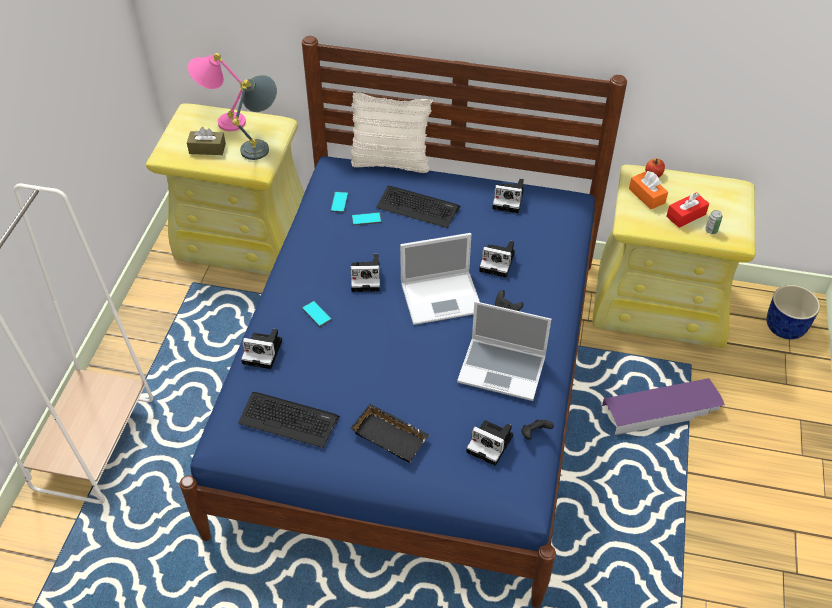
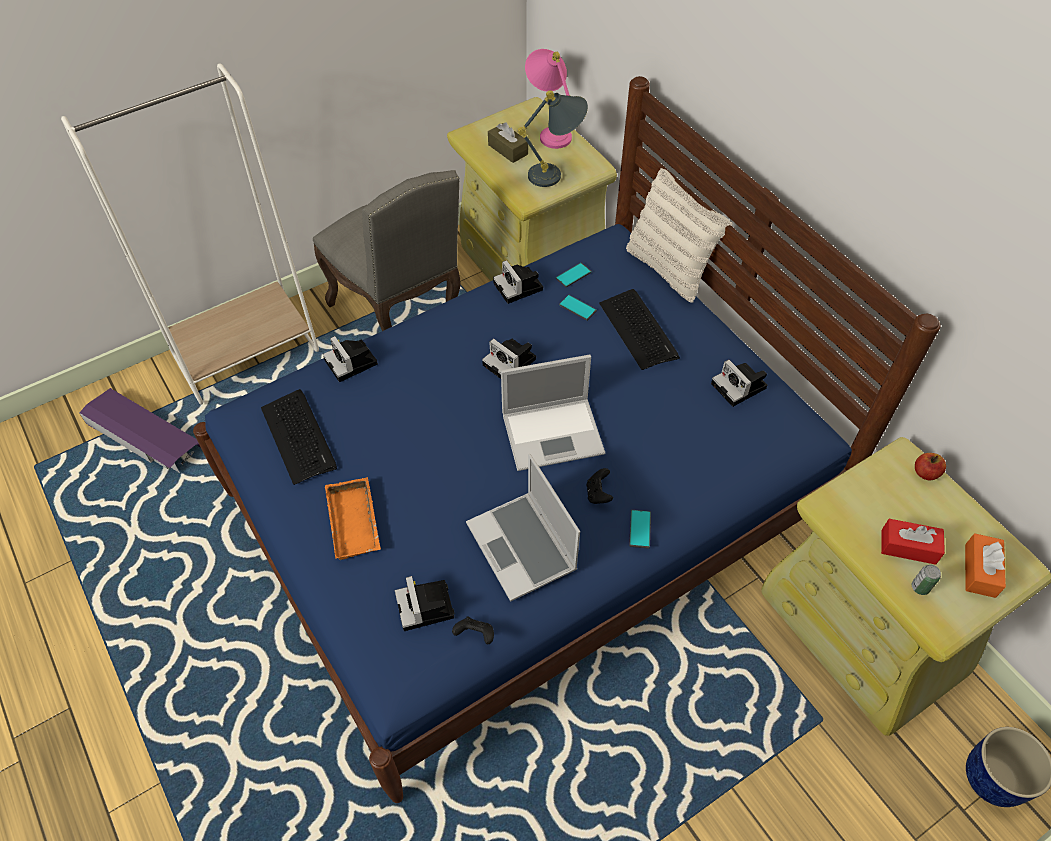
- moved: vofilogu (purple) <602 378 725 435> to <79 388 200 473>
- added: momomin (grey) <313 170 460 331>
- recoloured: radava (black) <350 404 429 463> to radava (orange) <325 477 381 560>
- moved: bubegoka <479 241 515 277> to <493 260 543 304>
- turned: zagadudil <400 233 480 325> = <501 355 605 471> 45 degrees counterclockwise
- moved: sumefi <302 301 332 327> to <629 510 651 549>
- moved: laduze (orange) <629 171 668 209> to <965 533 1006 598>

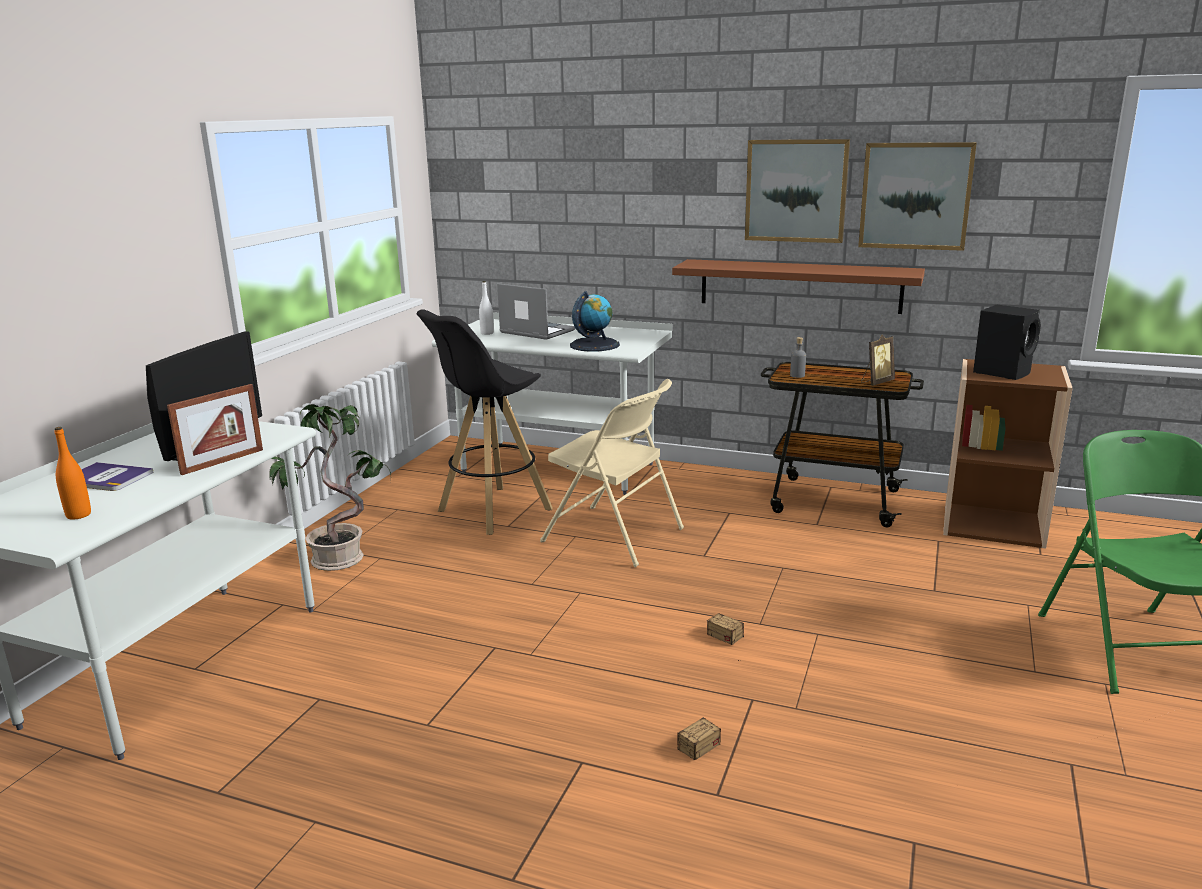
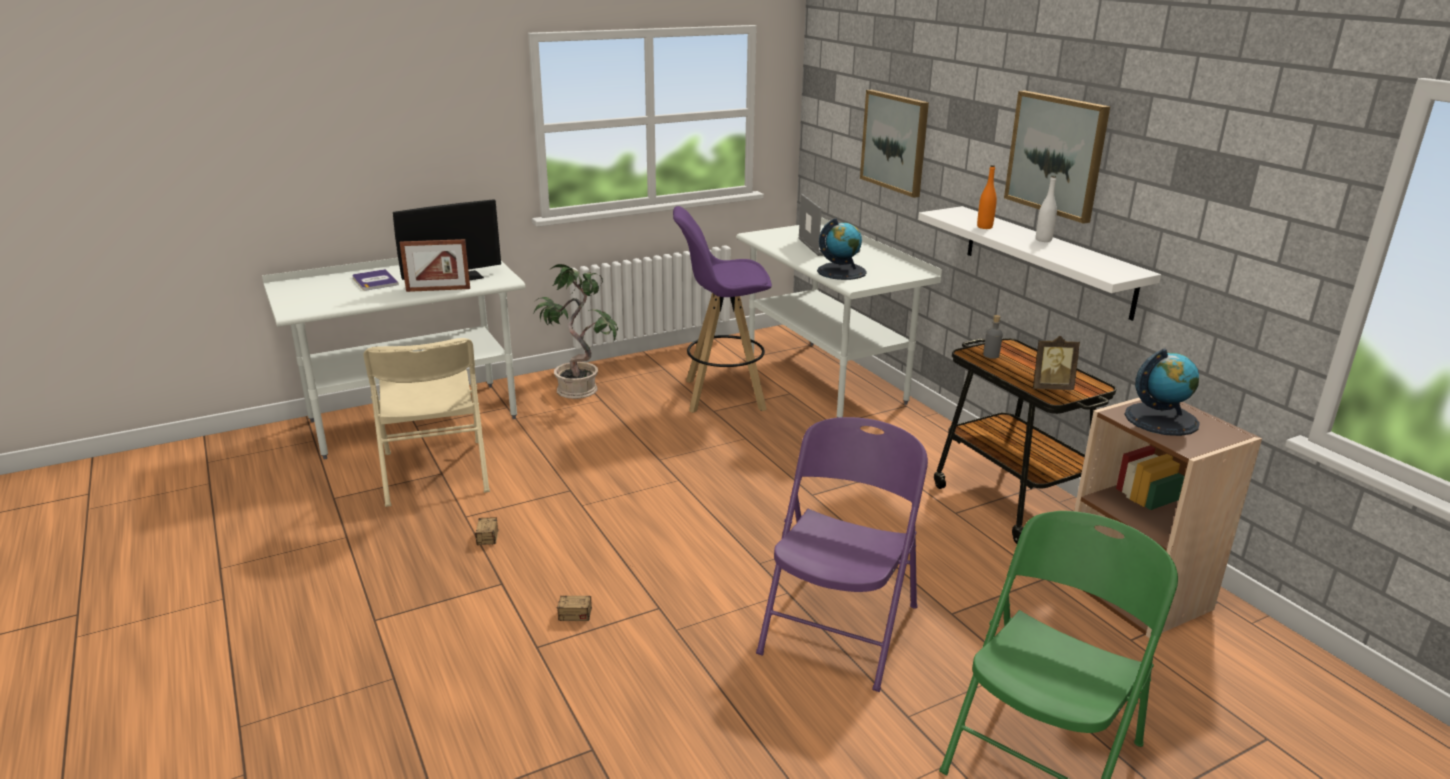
- moved: momomin (beige) <540 379 684 568> to <363 338 490 507>
- moved: vofilogu <707 602 781 645> to <475 517 499 545>
- recoloured: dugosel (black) <416 309 553 535> to dugosel (purple) <673 206 772 413>
- added: momomin (purple) <756 417 928 692>
- moved: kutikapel <858 142 977 251> to <860 90 929 198>
- recoloured: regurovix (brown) <672 259 925 314> to regurovix (white) <918 206 1161 321>
- moved: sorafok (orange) <54 427 91 520> to <977 165 997 229>
- moved: sorafok (white) <479 281 494 335> to <1036 176 1057 242>
- replaced: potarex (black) <973 305 1041 380> to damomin <1124 348 1200 436>

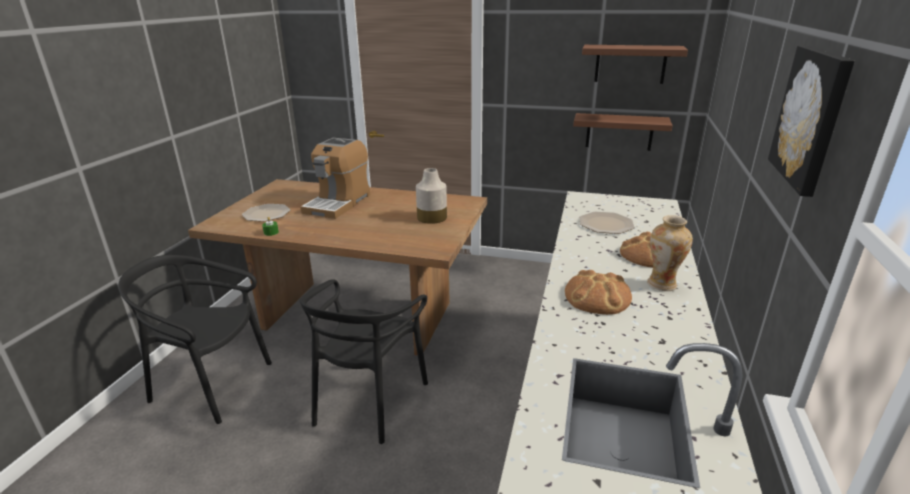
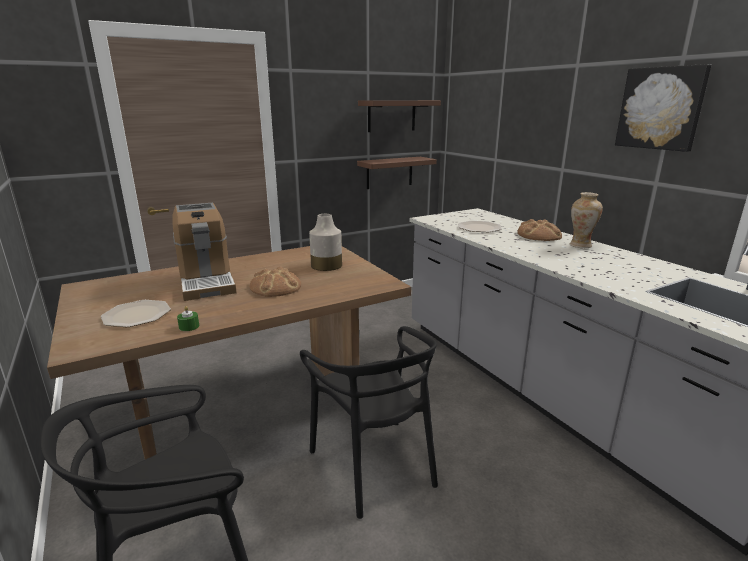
- moved: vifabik <565 270 632 315> to <250 267 301 297>

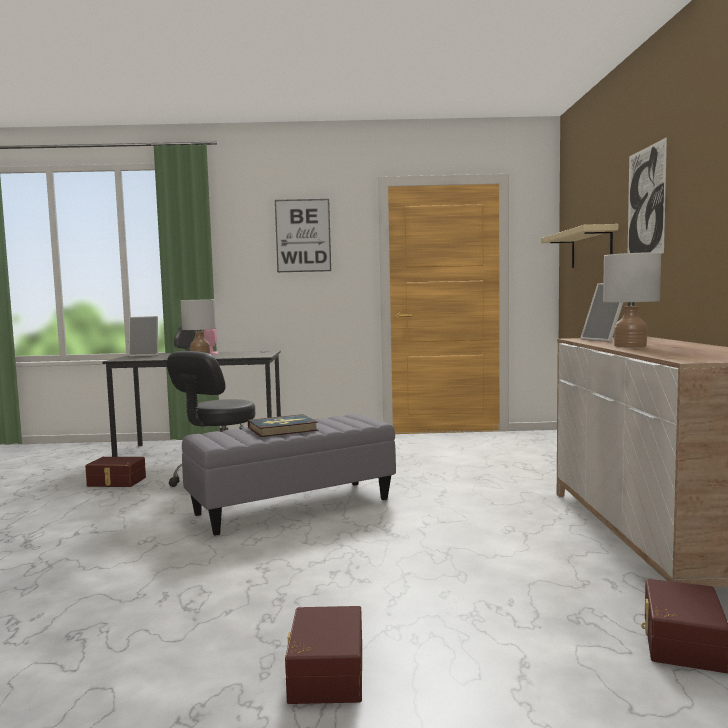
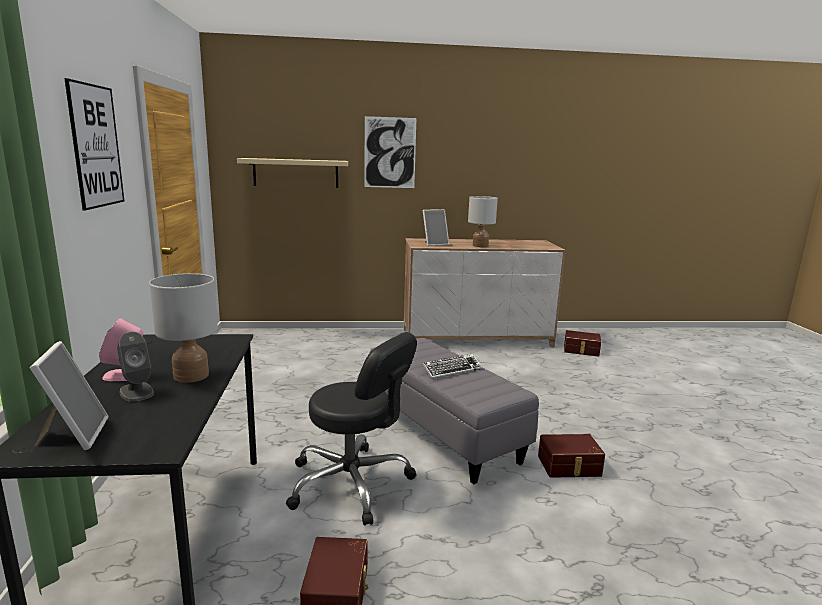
- replaced: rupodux <248 414 319 437> to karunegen <422 354 483 379>
- moved: vofilogu (brown) <285 606 362 704> to <538 434 605 478>

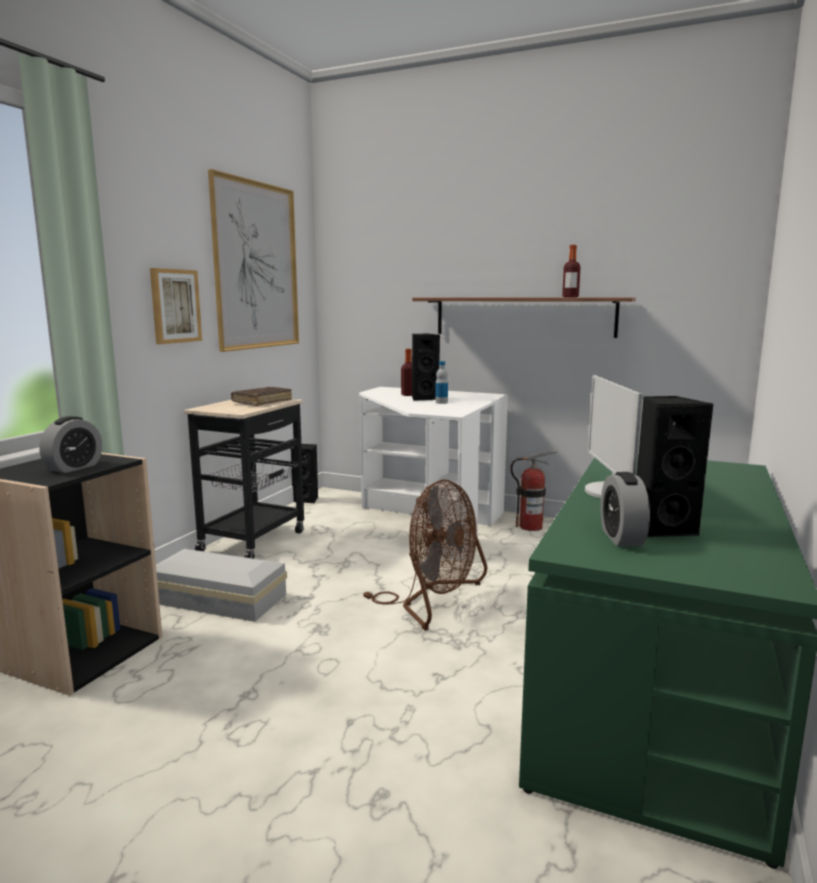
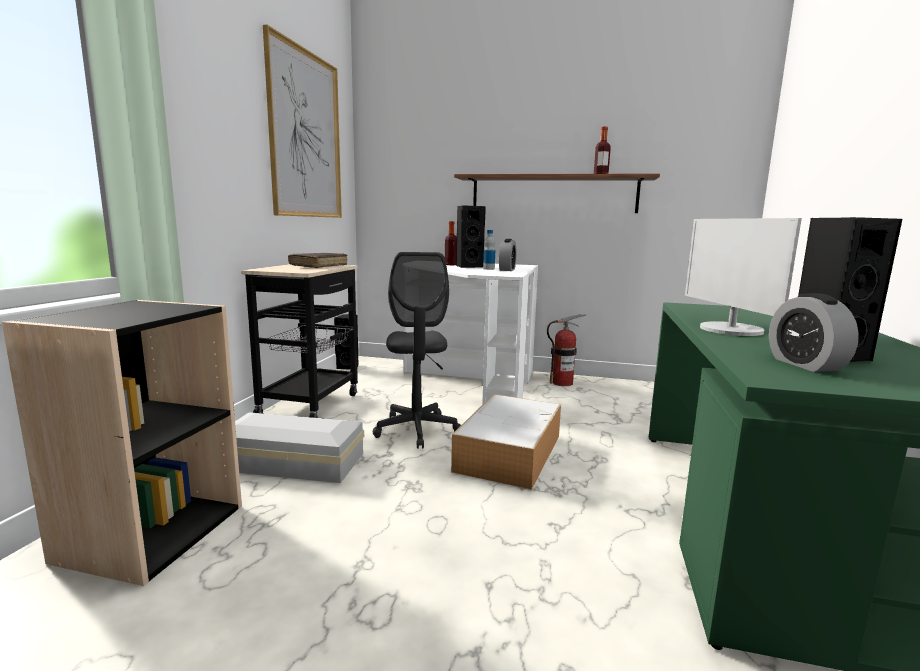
- added: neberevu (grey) <373 252 461 449>
- replaced: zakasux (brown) <363 480 487 631> to vofilogu <451 394 561 490>
- moved: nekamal <39 416 102 473> to <499 239 516 271>
- removed: kutikapel <150 268 202 344>

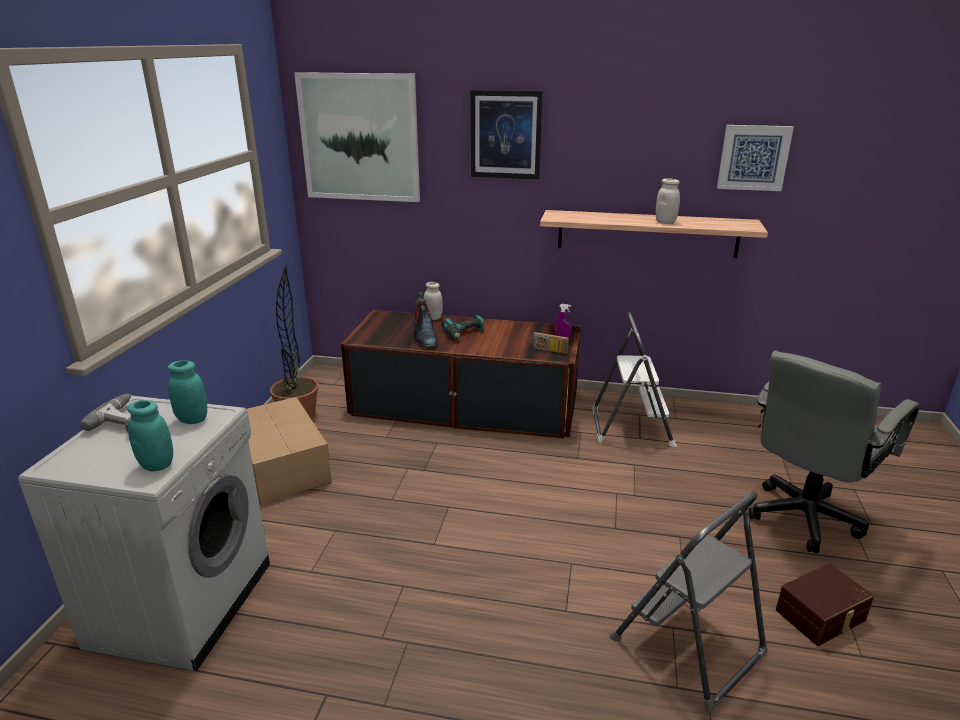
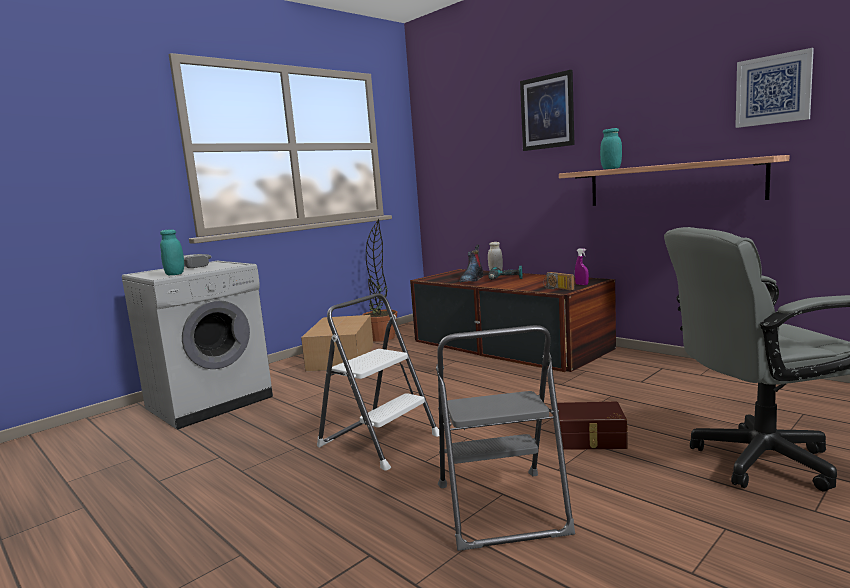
- moved: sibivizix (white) <592 312 677 447> to <317 293 439 471>
- moved: vofilogu (brown) <776 564 874 646> to <557 402 628 450>
- moved: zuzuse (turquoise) <168 360 207 424> to <600 128 622 169>
- removed: kutikapel <294 72 420 202>
- removed: zuzuse (white) <656 178 680 224>

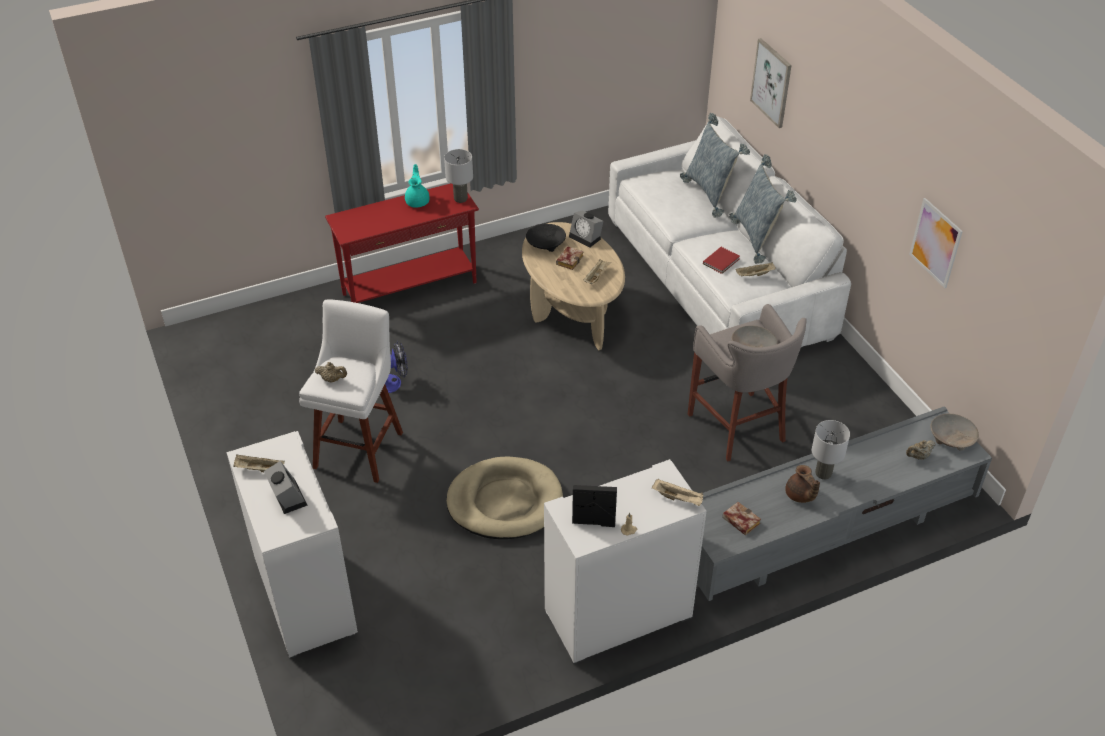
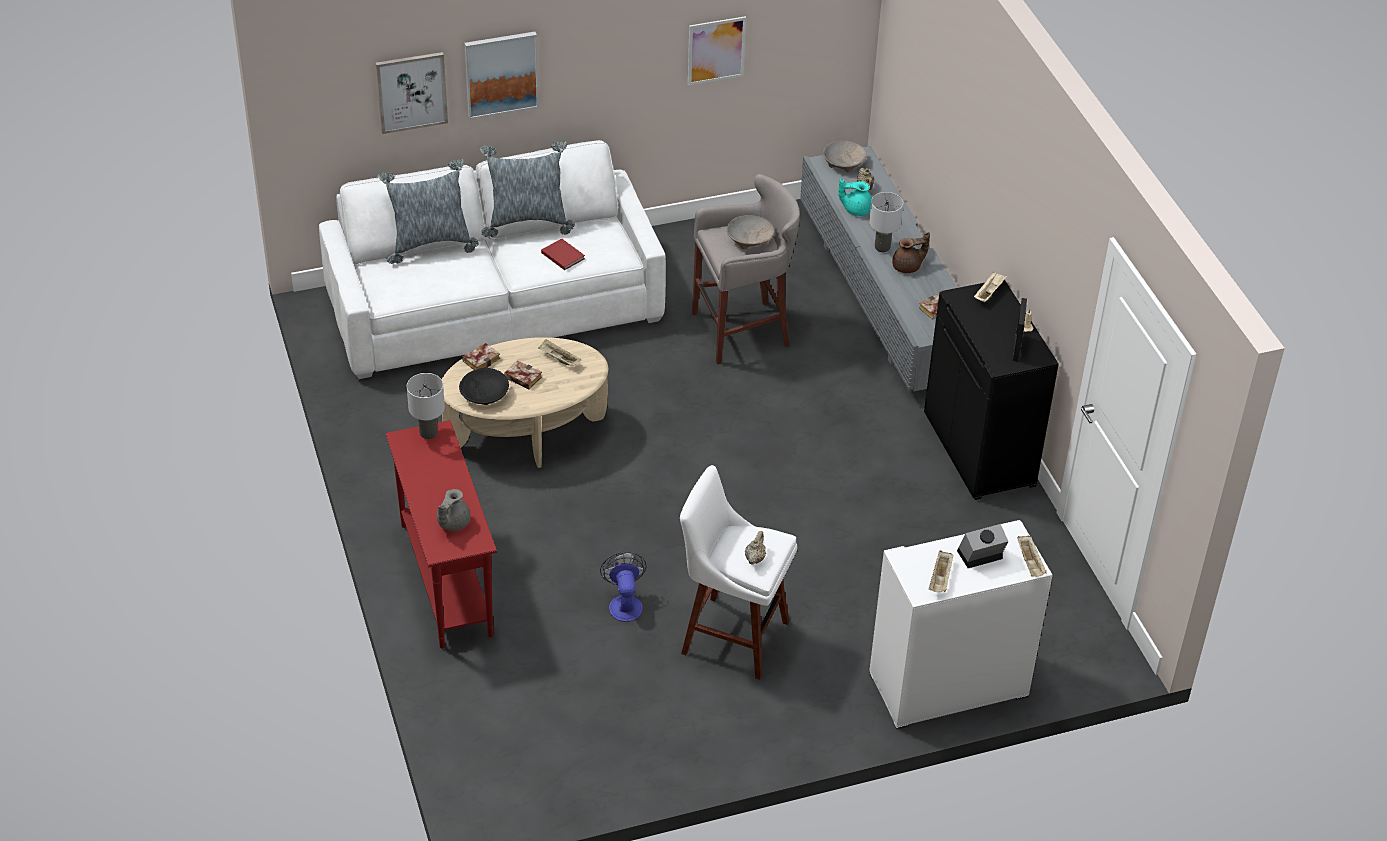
- added: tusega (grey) <437 489 470 531>
- replaced: nekamal <569 210 603 248> to rupodux <462 343 500 370>
- added: kutikapel <464 32 539 119>
- moved: tusega (turquoise) <405 164 430 208> to <838 178 872 216>
- recoloured: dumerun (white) <544 459 706 665> to dumerun (black) <924 279 1059 500>
- moved: radava (beige) <736 262 776 277> to <1017 535 1047 577>
- removed: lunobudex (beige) <446 456 563 539>

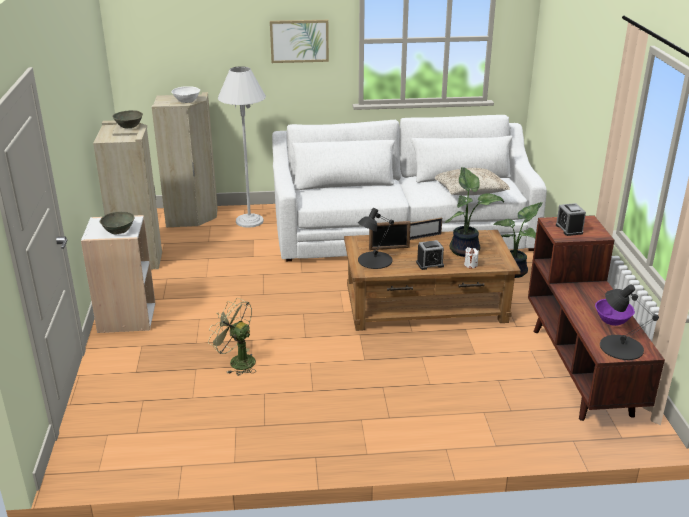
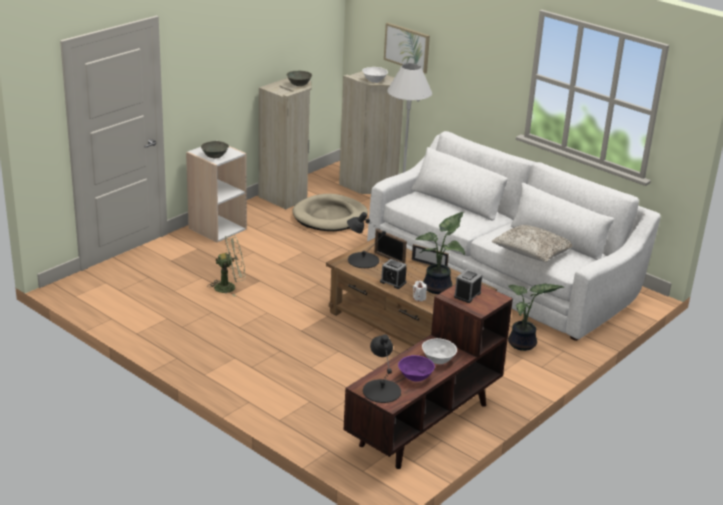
- turned: zakasux (green) <208 298 256 376> = <207 235 245 297> 90 degrees clockwise
- added: lunobudex (beige) <292 194 368 231>
- moved: kutikapel <270 20 329 63> to <384 22 430 73>
- added: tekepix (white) <422 338 457 364>

